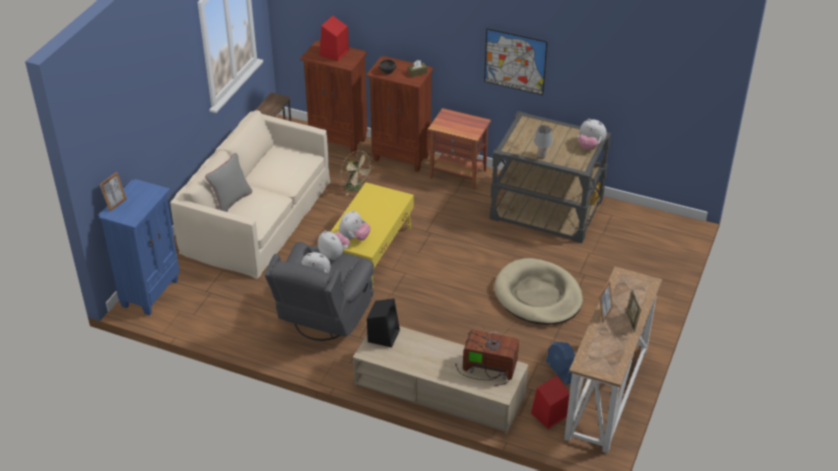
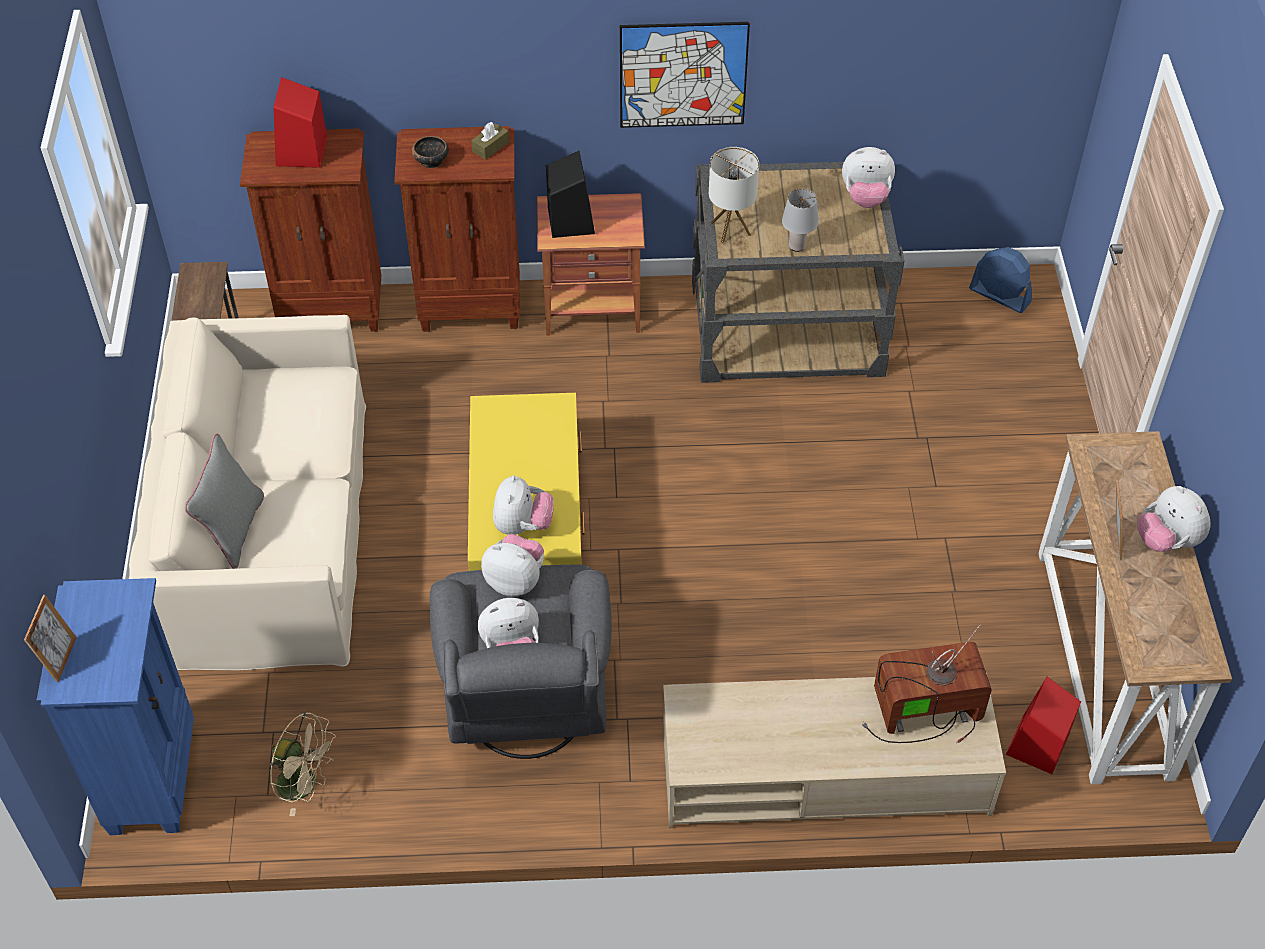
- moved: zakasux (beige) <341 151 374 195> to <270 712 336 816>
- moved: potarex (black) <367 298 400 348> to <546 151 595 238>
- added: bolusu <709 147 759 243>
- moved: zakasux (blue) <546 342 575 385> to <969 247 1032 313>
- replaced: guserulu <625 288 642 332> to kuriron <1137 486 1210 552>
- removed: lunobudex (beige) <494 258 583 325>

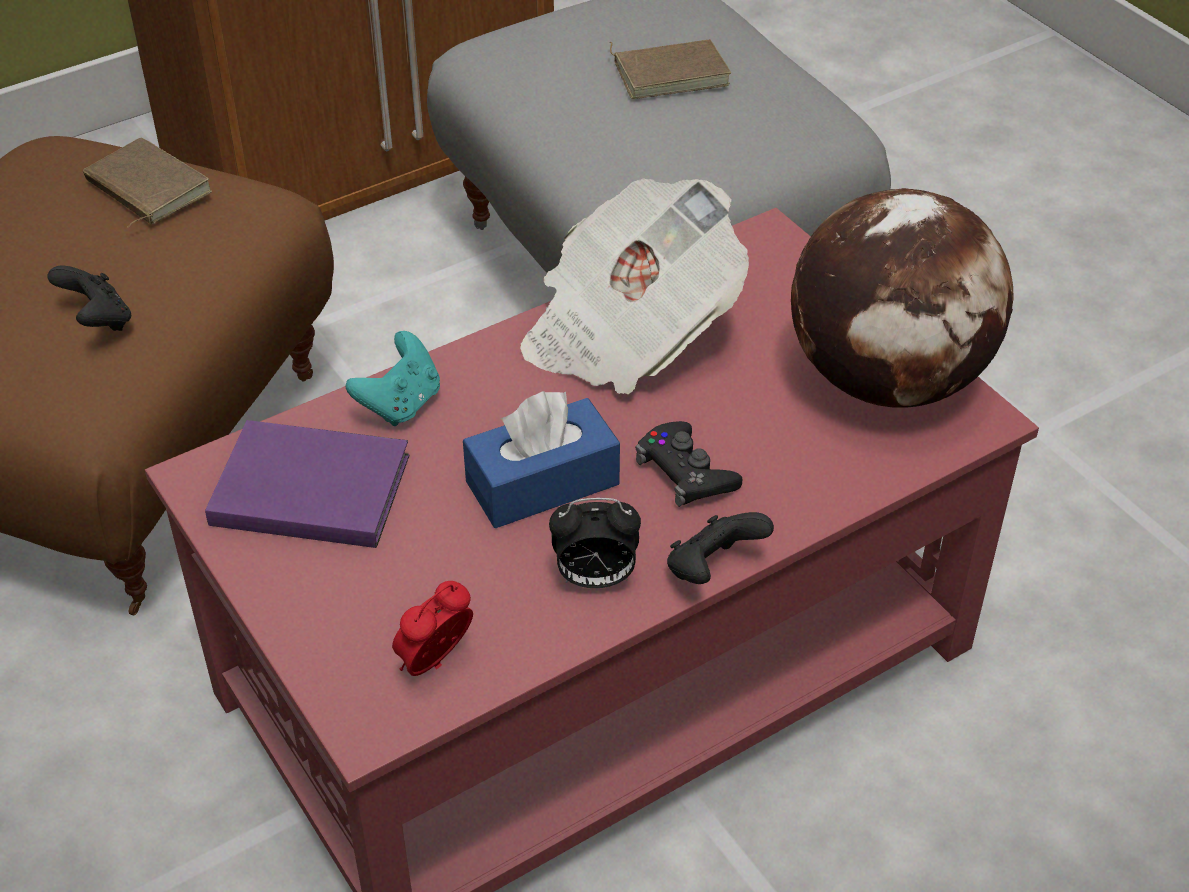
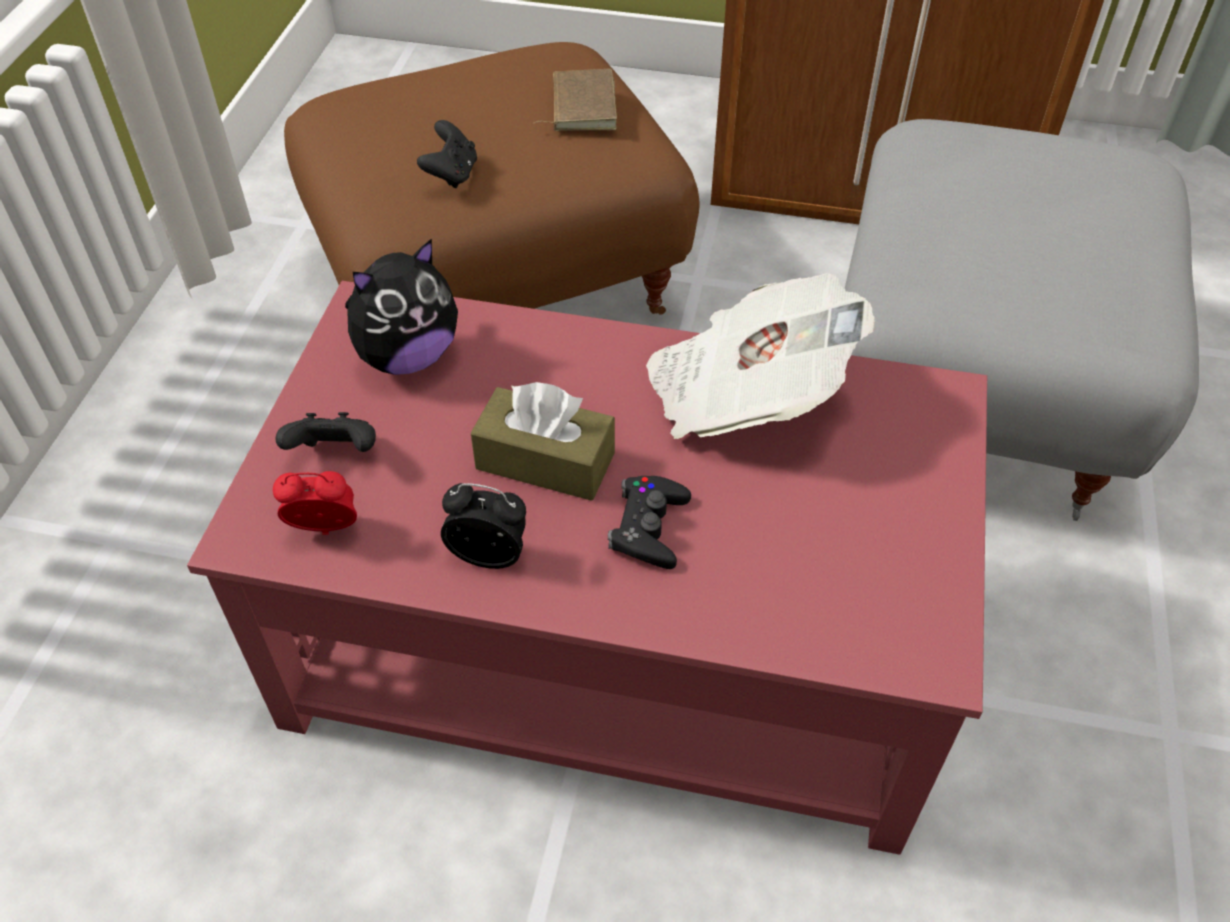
- moved: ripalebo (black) <667 512 774 584> to <276 412 376 452>
- replaced: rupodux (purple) <205 420 410 548> to kuriron <345 238 458 375>
- turned: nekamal <549 498 641 588> = <441 483 526 569> 150 degrees clockwise
- recoloured: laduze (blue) <463 391 620 528> to laduze (brown) <471 382 615 501>
- removed: ripalebo (turquoise) <346 331 440 426>
- removed: rupodux (brown) <610 39 731 99>
- removed: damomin <791 188 1013 408>

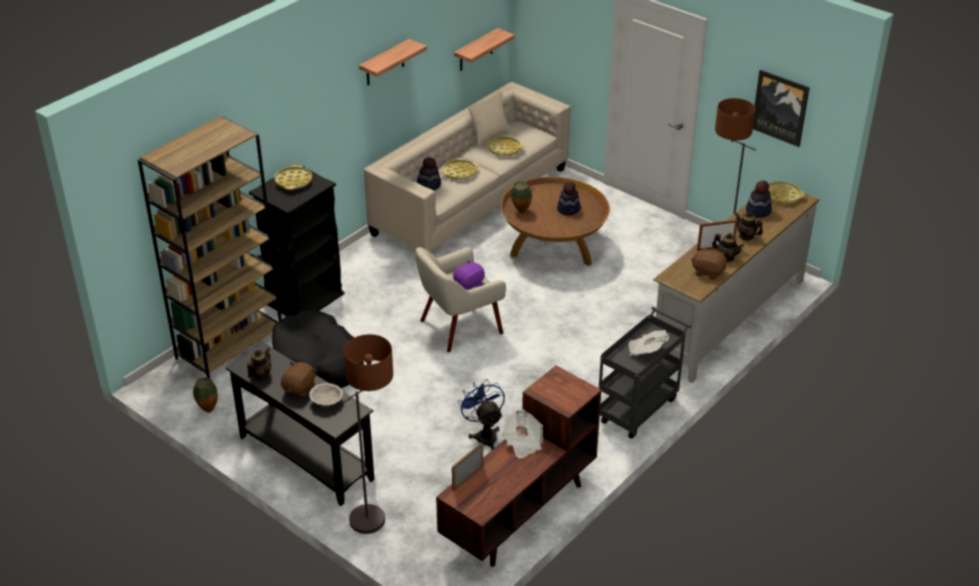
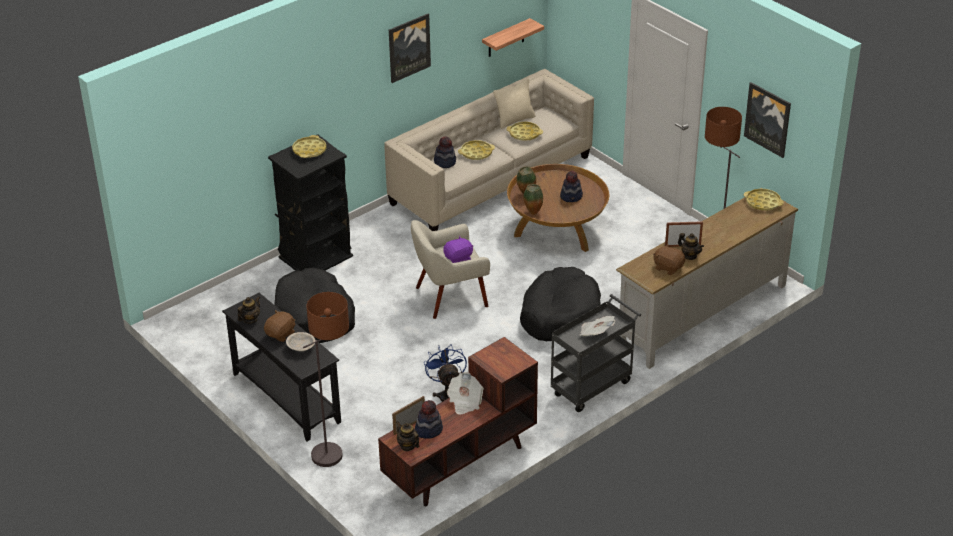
- replaced: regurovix <359 39 427 85> to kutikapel <389 14 431 83>
- moved: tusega <735 212 763 241> to <396 421 419 451>
- moved: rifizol <746 180 772 218> to <415 400 443 439>
- added: lunobudex (black) <520 267 601 341>
- moved: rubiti <193 377 218 413> to <523 184 543 215>
- removed: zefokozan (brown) <138 116 282 378>

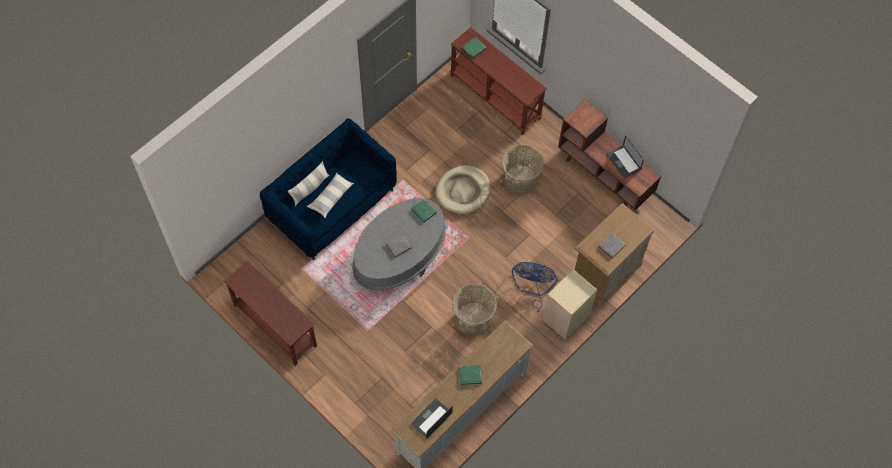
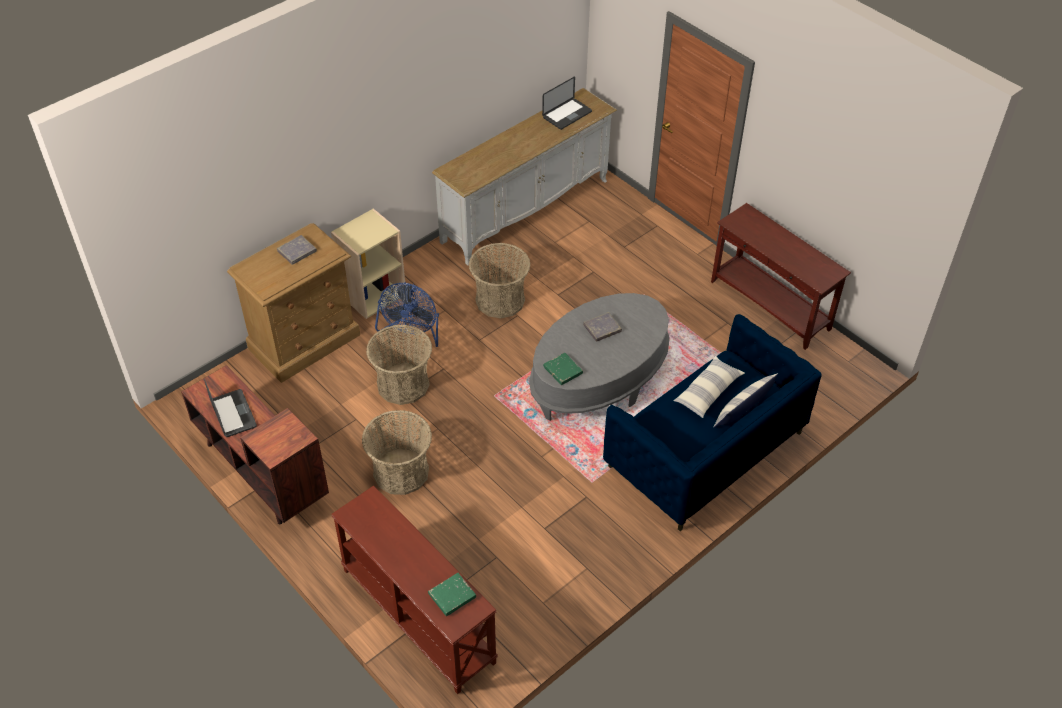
- added: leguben <366 325 432 405>
- removed: lunobudex (beige) <435 165 490 214>
- removed: rupodux (green) <459 365 482 385>

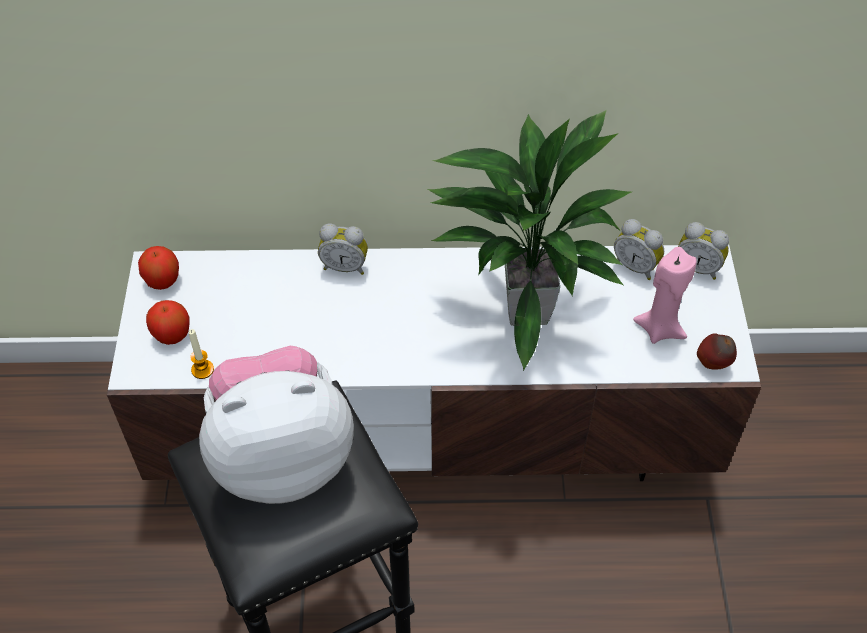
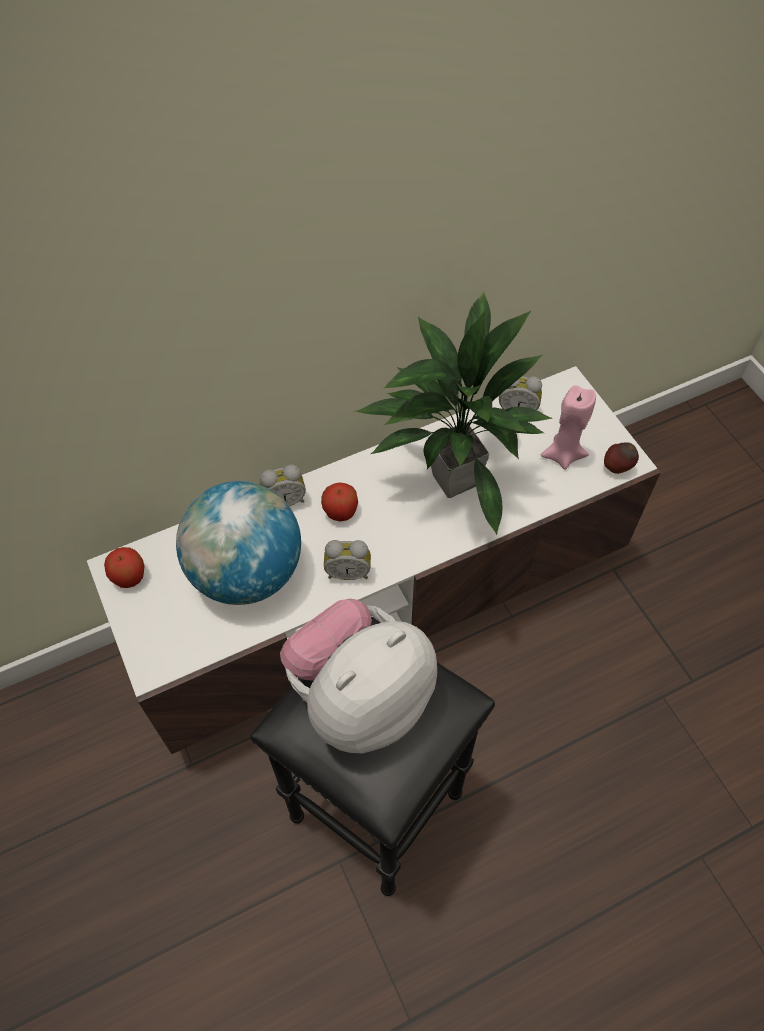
- added: damomin <176 481 301 605>
- moved: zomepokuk <146 300 190 345> to <321 482 358 521>
- moved: nekamal <678 222 729 280> to <324 540 371 580>
- removed: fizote <189 329 214 379>

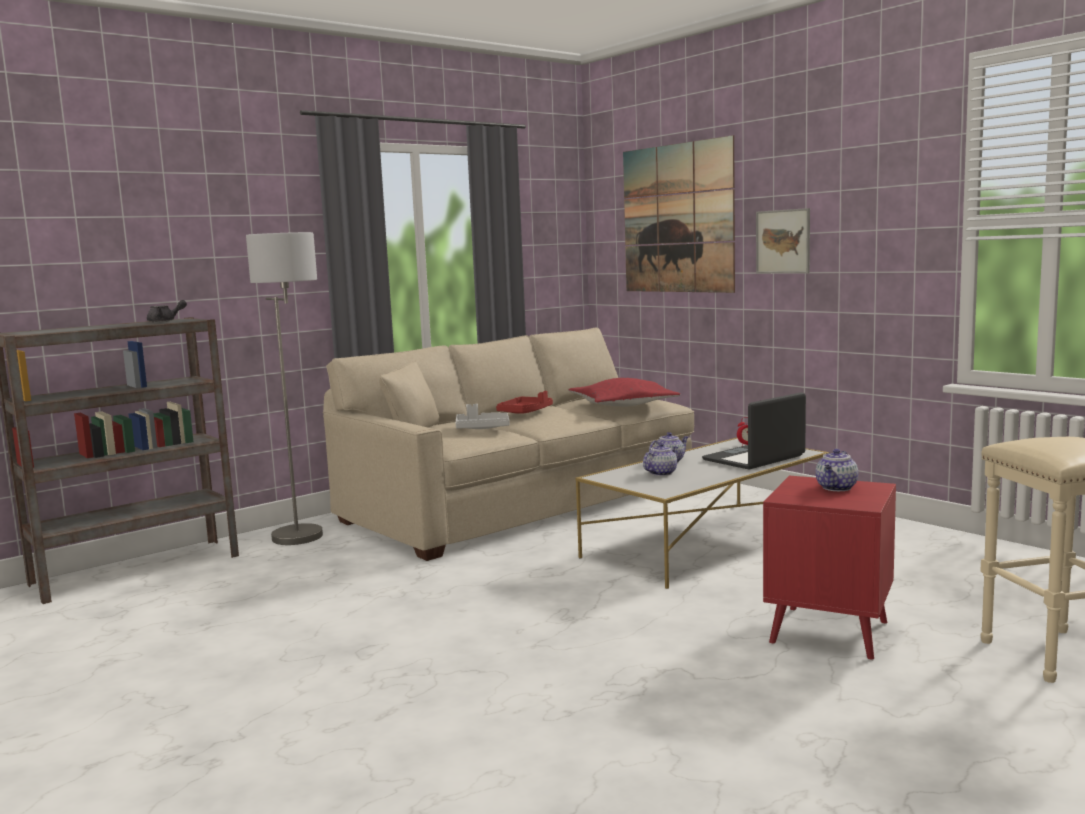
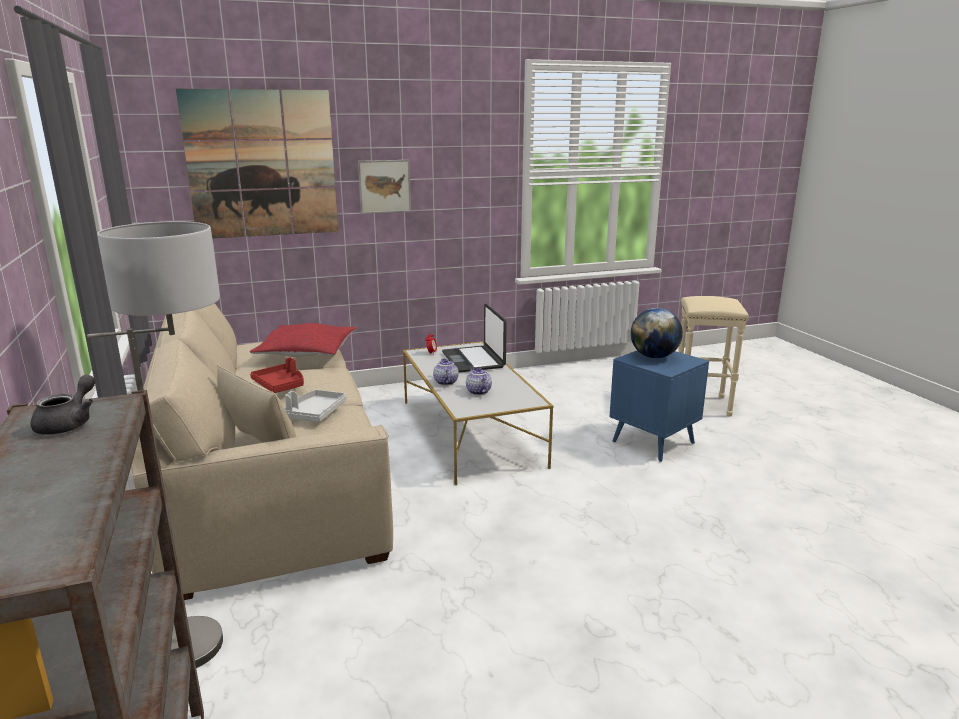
- recoloured: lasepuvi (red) <763 476 896 661> to lasepuvi (blue) <609 350 709 462>
- replaced: tusega <815 449 858 491> to damomin <631 308 683 358>

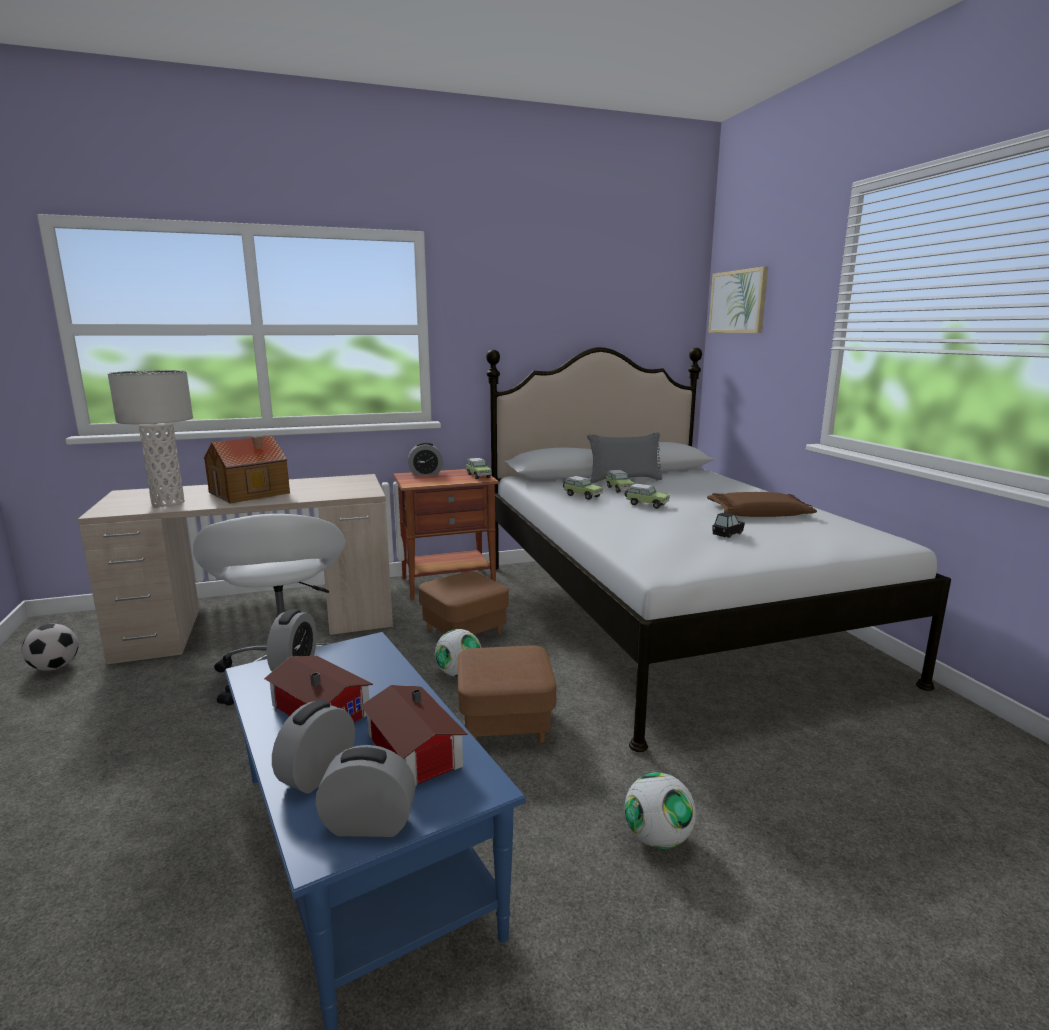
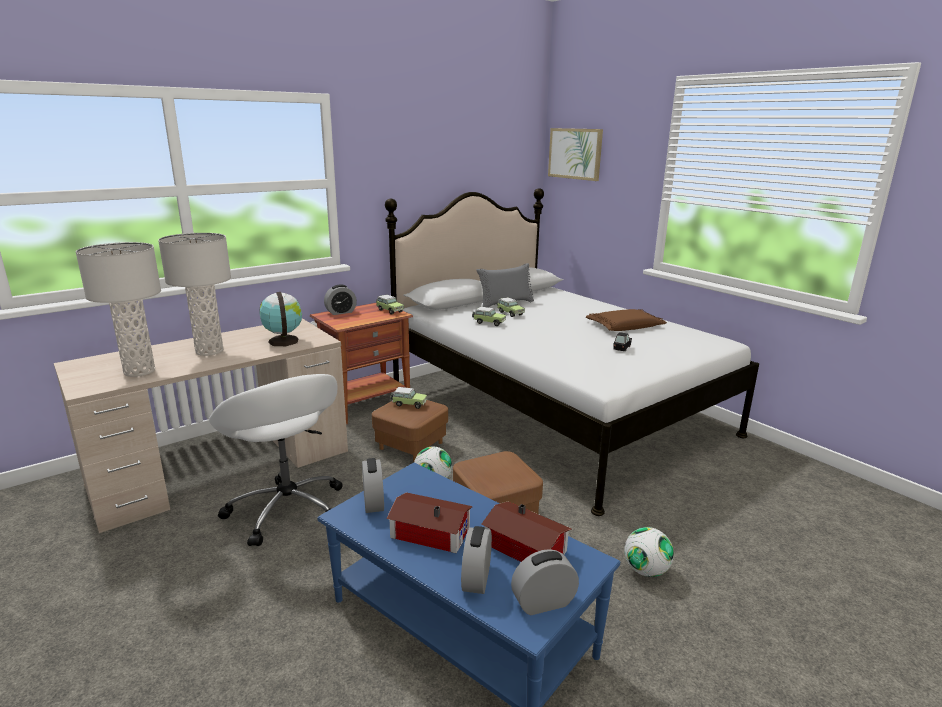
- replaced: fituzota <204 436 290 503> to bolusu (white) <158 233 231 356>
- added: damomin <259 292 302 346>
- moved: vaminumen <625 484 670 509> to <390 387 427 409>
- removed: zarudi <21 624 79 671>

